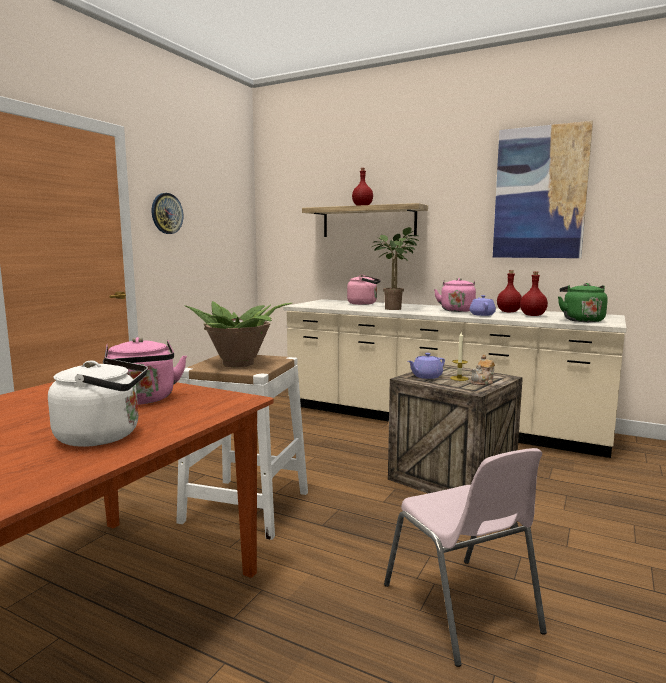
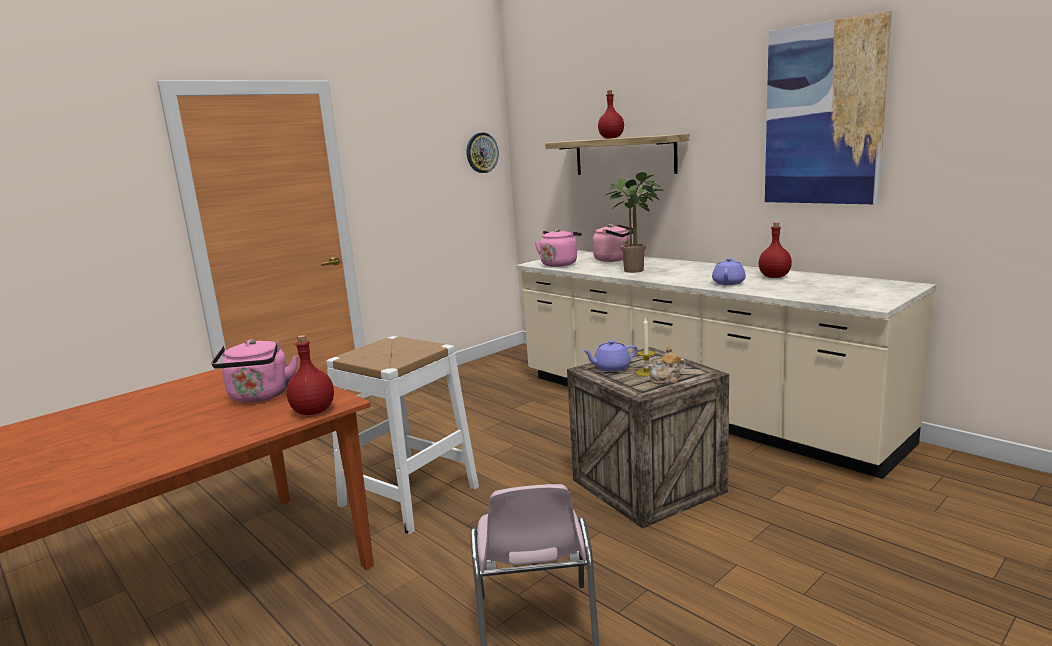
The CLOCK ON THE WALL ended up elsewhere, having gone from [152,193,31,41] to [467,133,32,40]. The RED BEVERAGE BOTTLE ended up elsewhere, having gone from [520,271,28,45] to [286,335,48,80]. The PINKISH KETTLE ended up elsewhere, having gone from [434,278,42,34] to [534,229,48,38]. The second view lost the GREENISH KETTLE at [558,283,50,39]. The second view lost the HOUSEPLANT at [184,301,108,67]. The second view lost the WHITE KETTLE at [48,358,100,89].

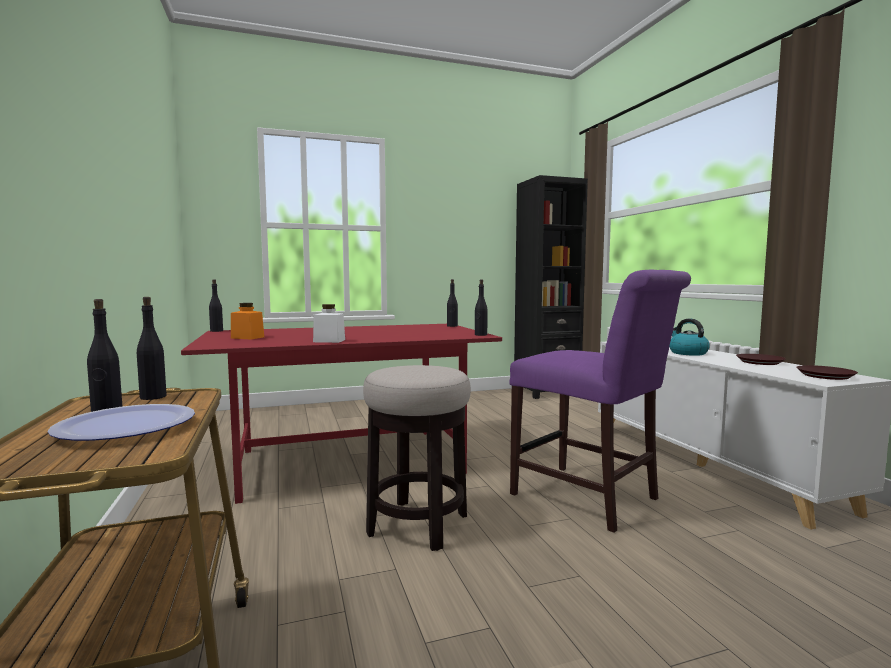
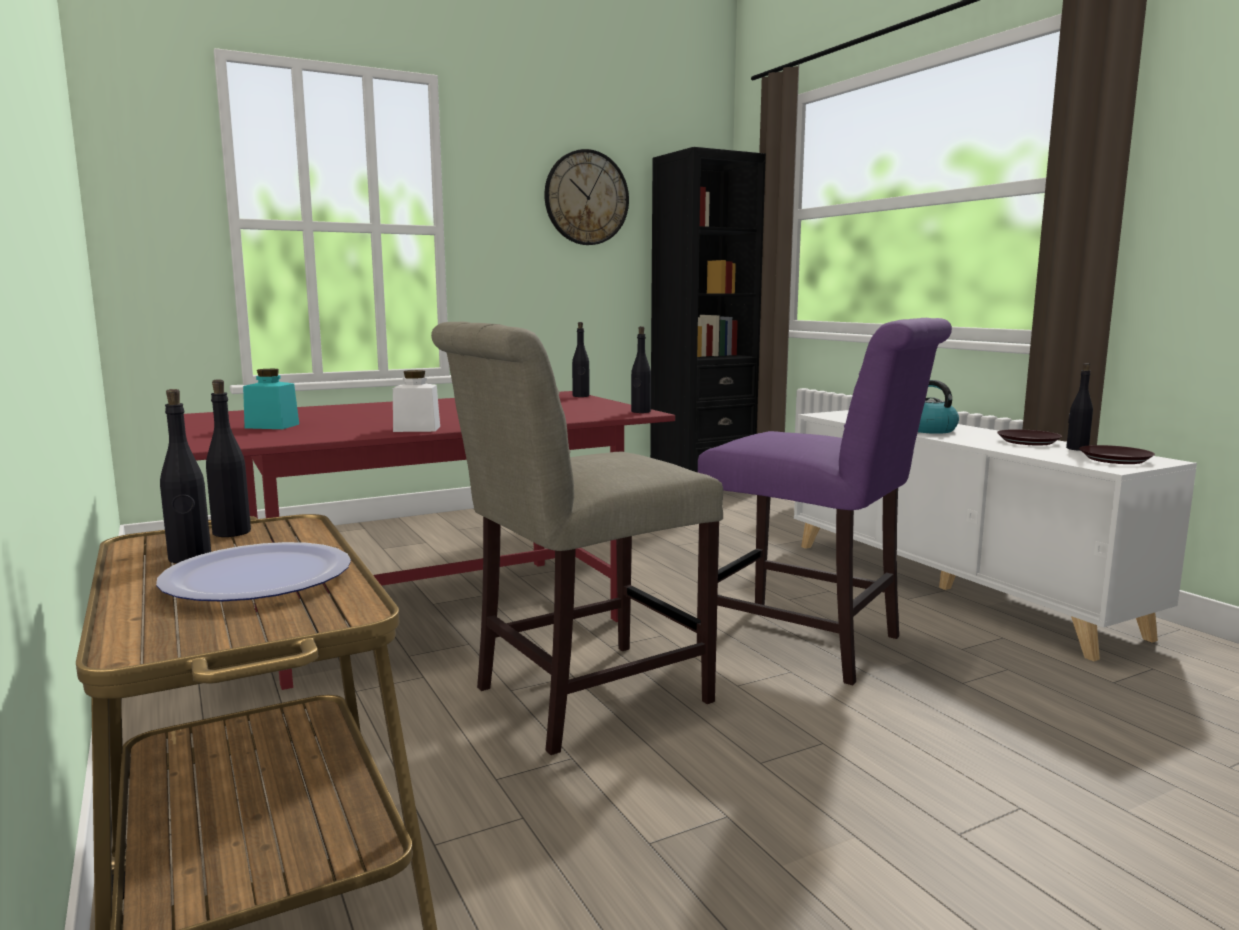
The BLACKISH BEVERAGE BOTTLE ended up elsewhere, having gone from [209,279,14,53] to [1066,363,27,88]. What was the ORANGE-COLOURED STORAGE JAR at [231,303,33,36] turned into the TURQUOISE-COLOURED STORAGE JAR at [243,369,56,60]. Where the STOOL stood at [363,365,108,186], the SAND-COLOURED UPRIGHT CHAIR came to stand at [431,322,292,433]. The second view gained the CLOCK ON THE WALL at [544,149,85,96].

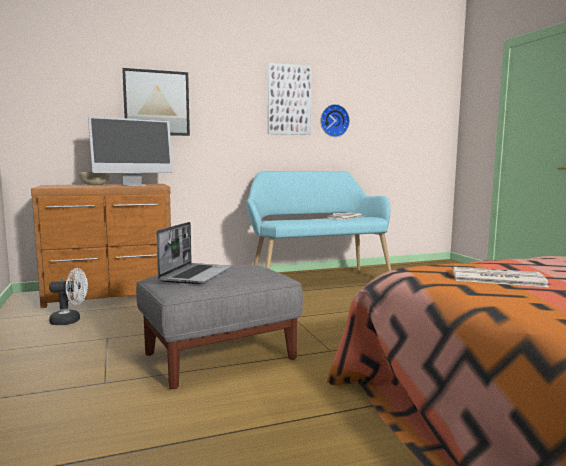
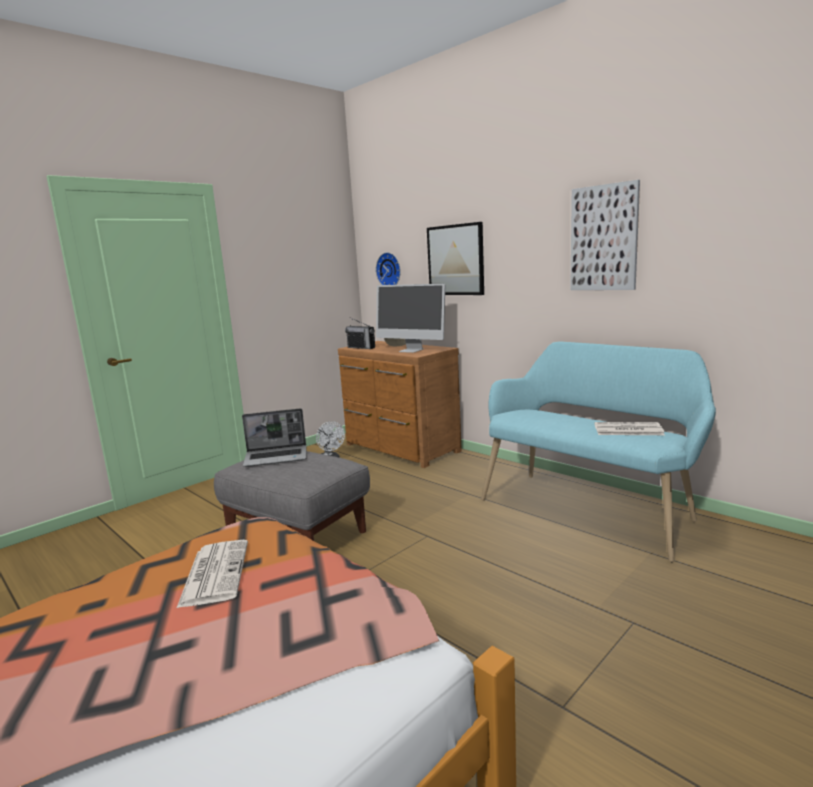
The CLOCK ON THE WALL ended up elsewhere, having gone from [320,104,30,33] to [376,252,25,33]. The second view gained the RADIO RECEIVER at [345,317,30,32].

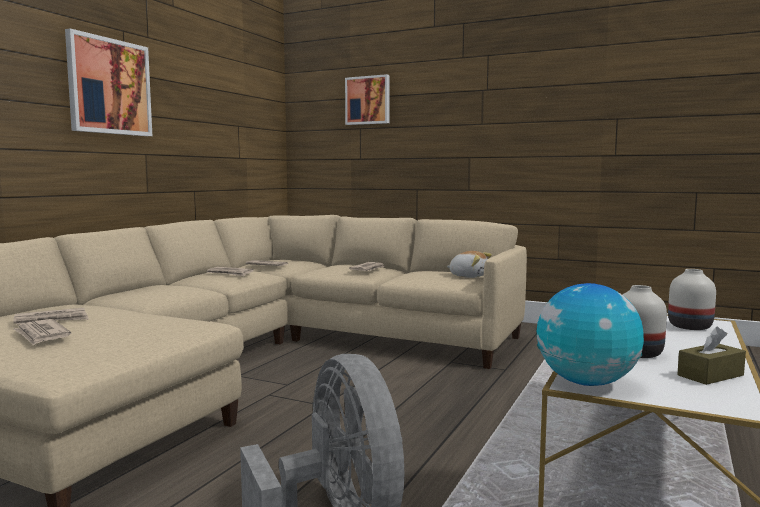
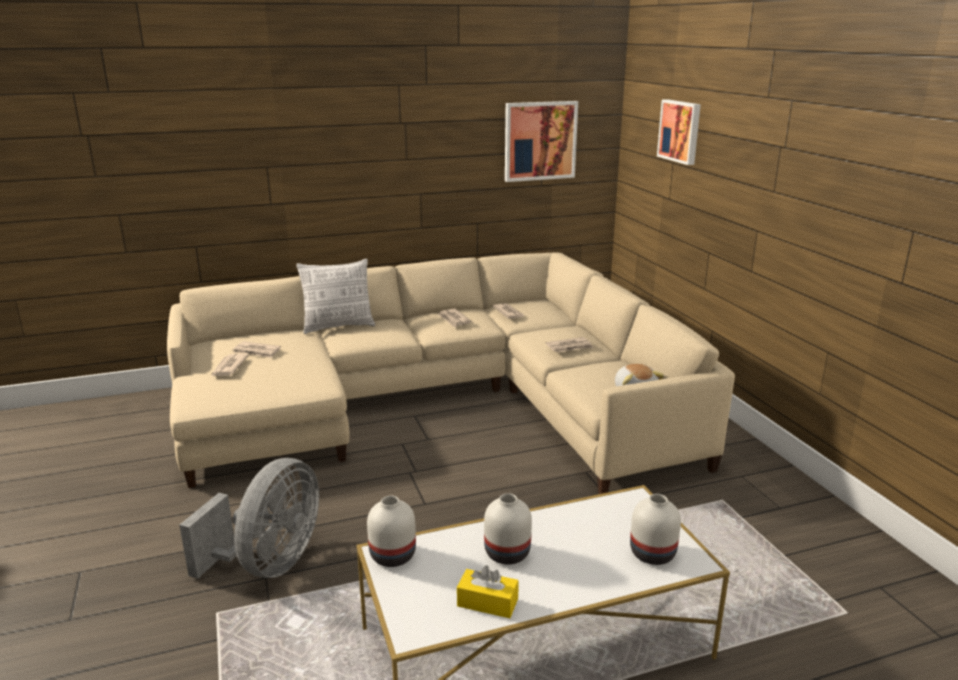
The WALL PICTURE ended up elsewhere, having gone from [65,28,87,108] to [505,101,73,81]. Where the DESK GLOBE stood at [537,283,107,103], the WHITE VASE came to stand at [367,496,49,71]. What was the BROWN-COLOURED BOX OF TISSUES at [677,326,69,59] turned into the YELLOW-COLOURED BOX OF TISSUES at [457,566,62,52]. The second view gained the CUSHION at [296,259,79,75].

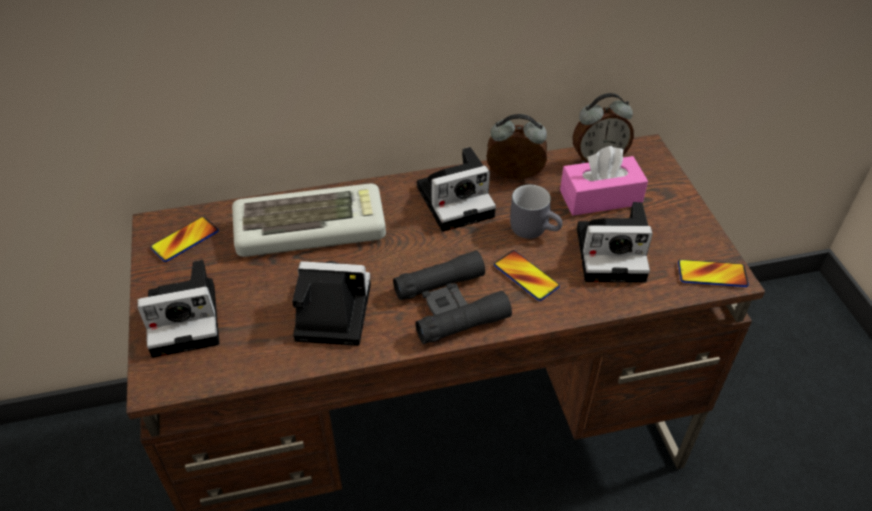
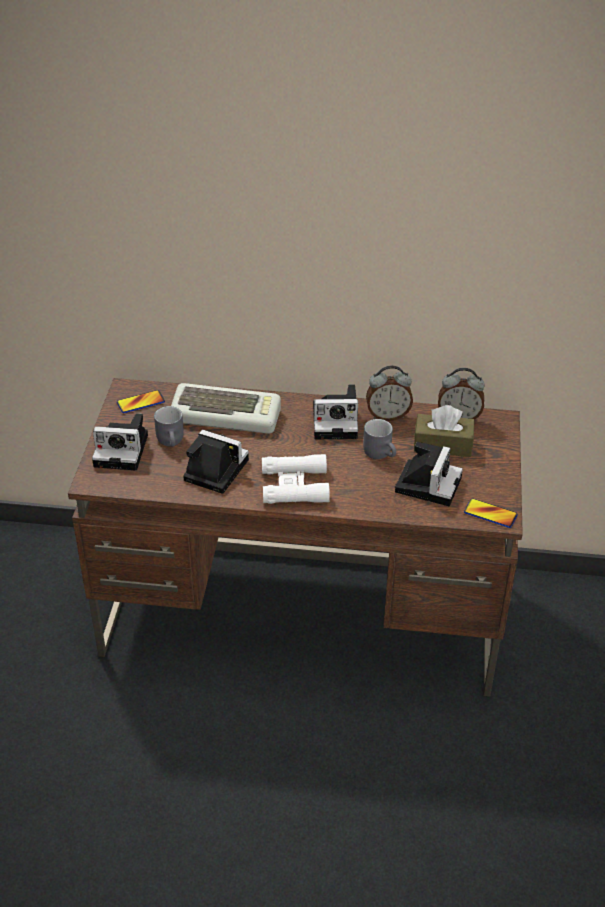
The ALARM CLOCK at [486,114,61,65] ended up facing another way, 150 degrees clockwise from before. What was the PINKISH BOX OF TISSUES at [560,146,88,70] turned into the BROWN-COLOURED BOX OF TISSUES at [414,405,61,52]. The STILL CAMERA at [577,202,76,80] ended up facing another way, 90 degrees counterclockwise from before. What was the BLACKISH FIELD GLASSES at [393,250,119,94] turned into the WHITE FIELD GLASSES at [262,454,68,50]. The second view lost the HANDSET at [494,250,66,51]. The second view gained the GREYISH MUG at [154,406,30,41].

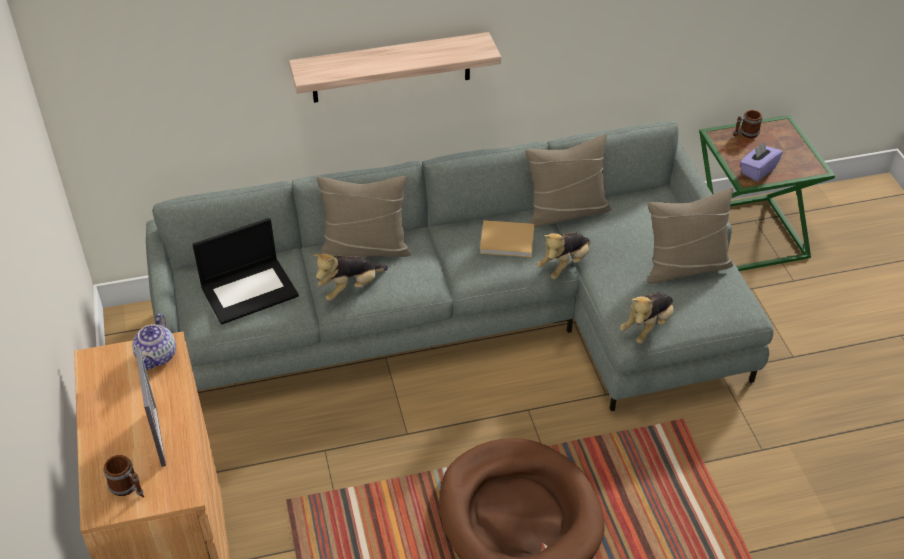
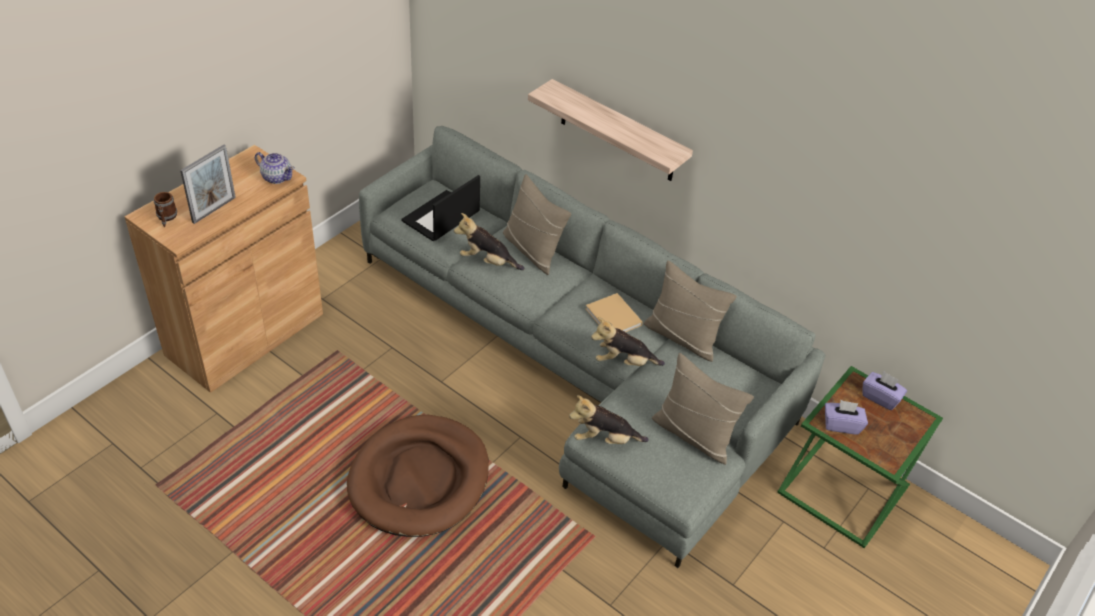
Where the MUG stood at [733,110,29,28], the PURPLISH BOX OF TISSUES came to stand at [863,371,44,39]. The NOTEBOOK COMPUTER at [192,218,107,107] ended up facing another way, 105 degrees clockwise from before. The TEA POT at [132,314,44,56] ended up facing another way, 120 degrees counterclockwise from before.

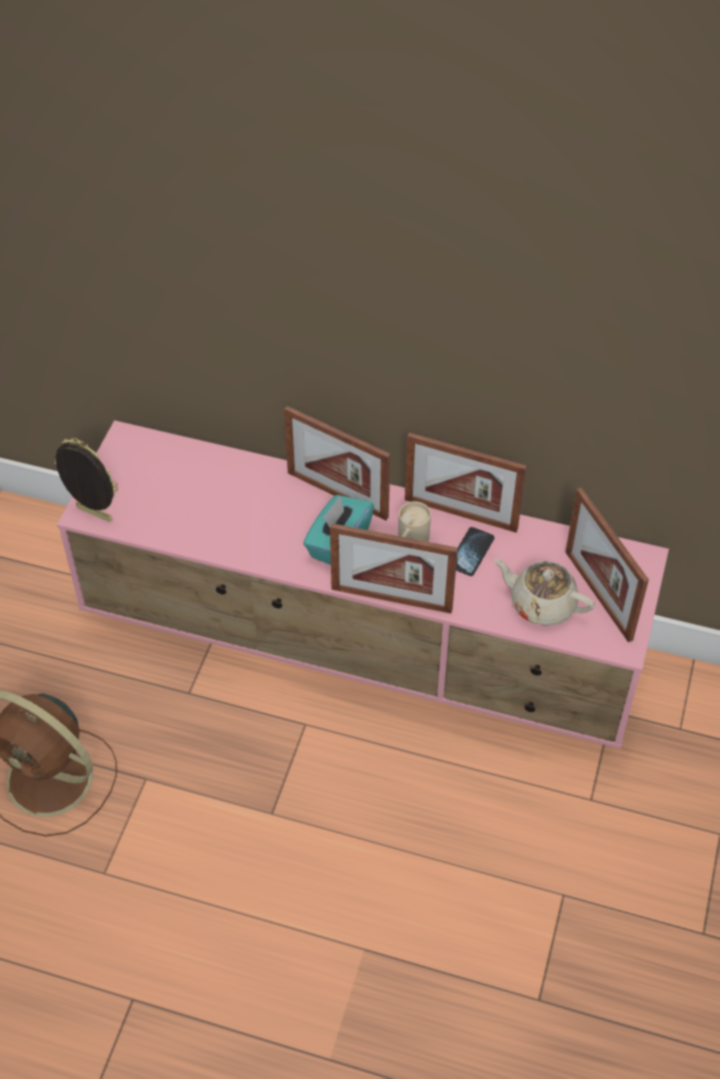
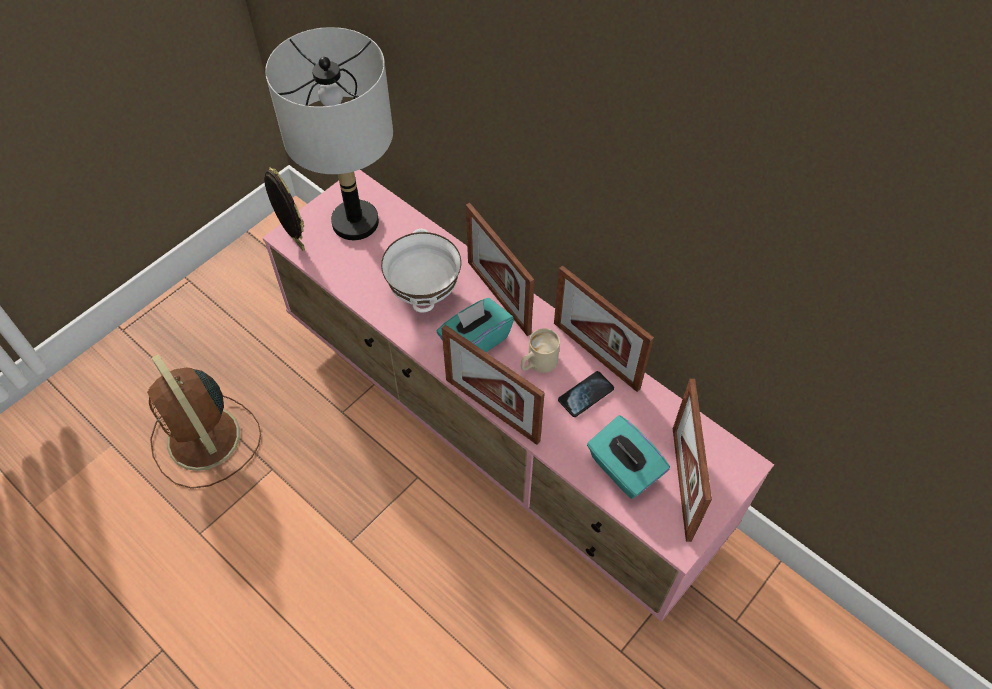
Where the SAND-COLOURED TEA POT stood at [494,559,101,67], the TURQUOISE-COLOURED BOX OF TISSUES came to stand at [587,415,83,84]. The second view gained the GREYISH LAMP FOR A TABLE at [265,27,128,213]. The second view gained the WHITE SERVING BOWL at [381,229,80,84].

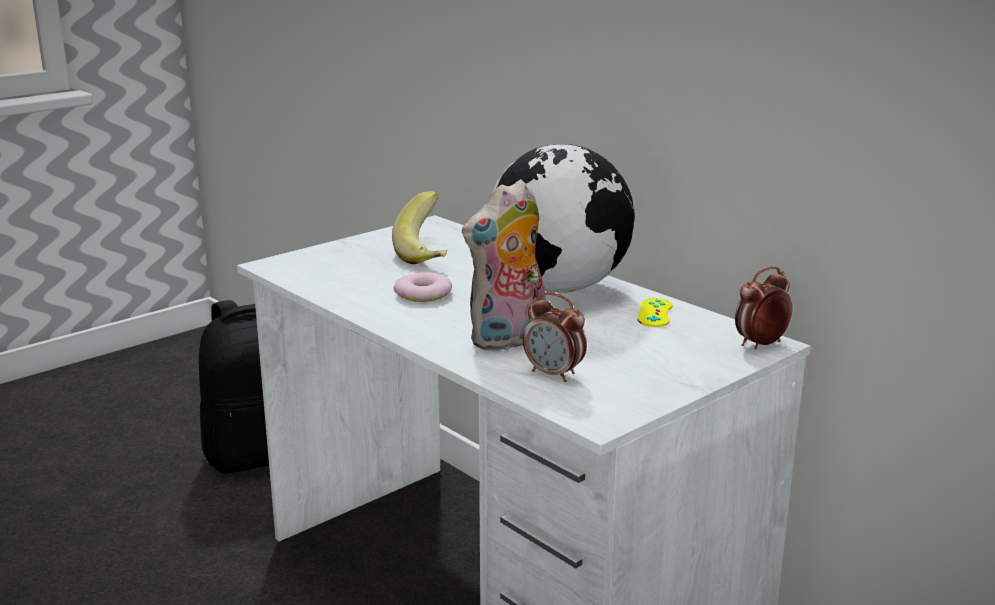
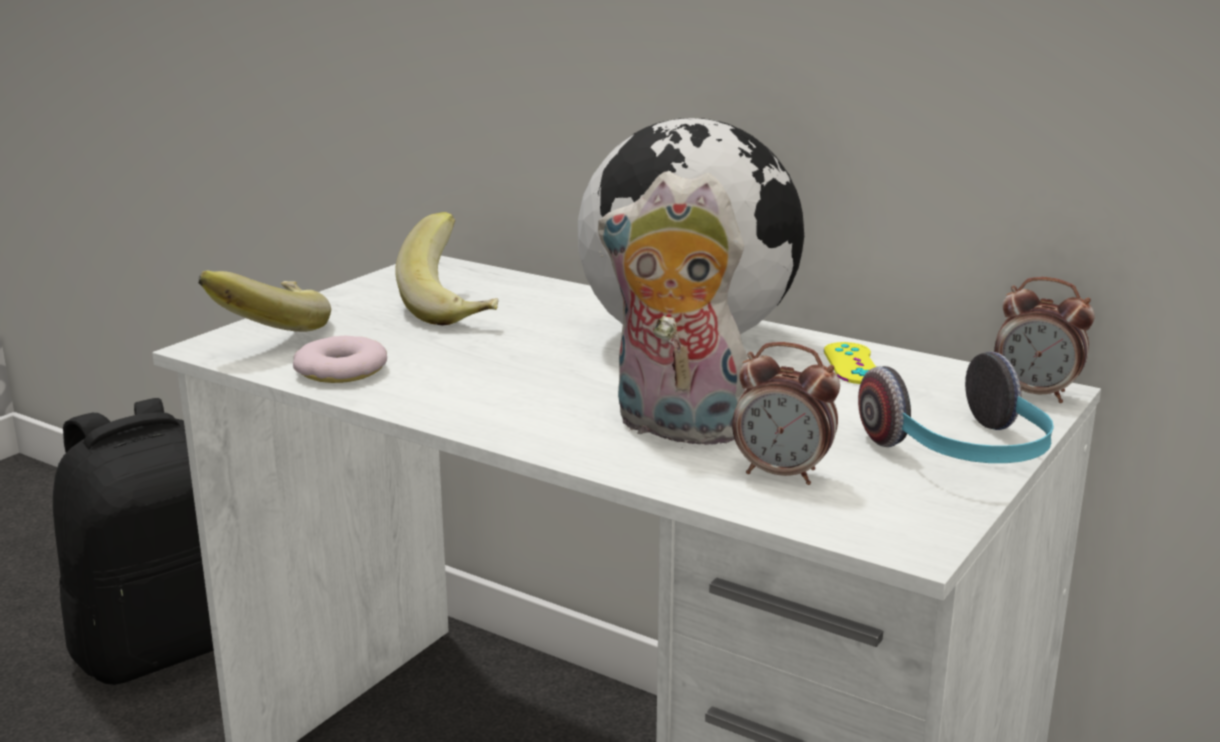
The CUDDLY TOY at [462,179,84,172] ended up facing another way, 75 degrees clockwise from before. The ALARM CLOCK at [735,267,57,82] ended up facing another way, 105 degrees counterclockwise from before. The DONUT ended up elsewhere, having gone from [393,272,59,30] to [293,336,94,47]. The second view gained the WHOLE BANANA at [198,271,133,61]. The second view gained the HEADSET at [858,352,196,111].

